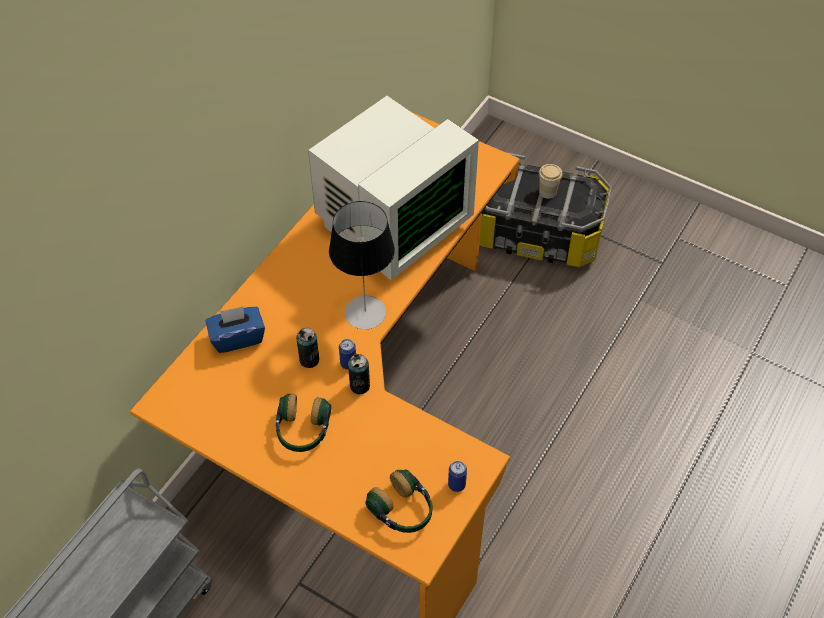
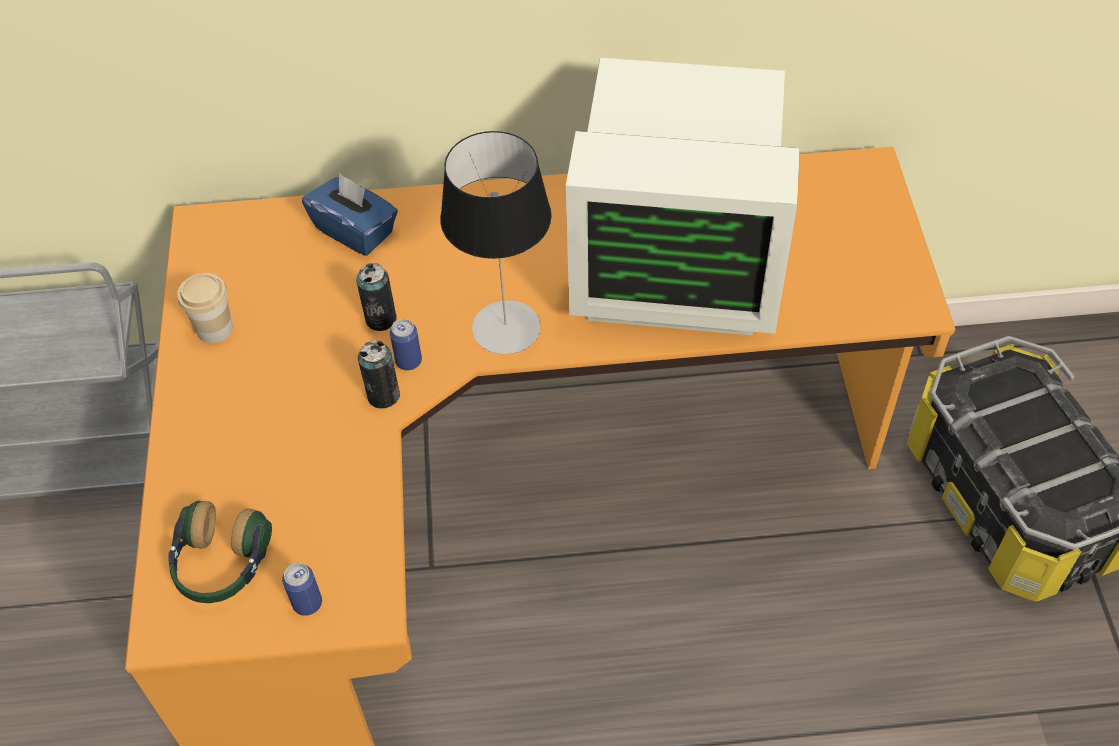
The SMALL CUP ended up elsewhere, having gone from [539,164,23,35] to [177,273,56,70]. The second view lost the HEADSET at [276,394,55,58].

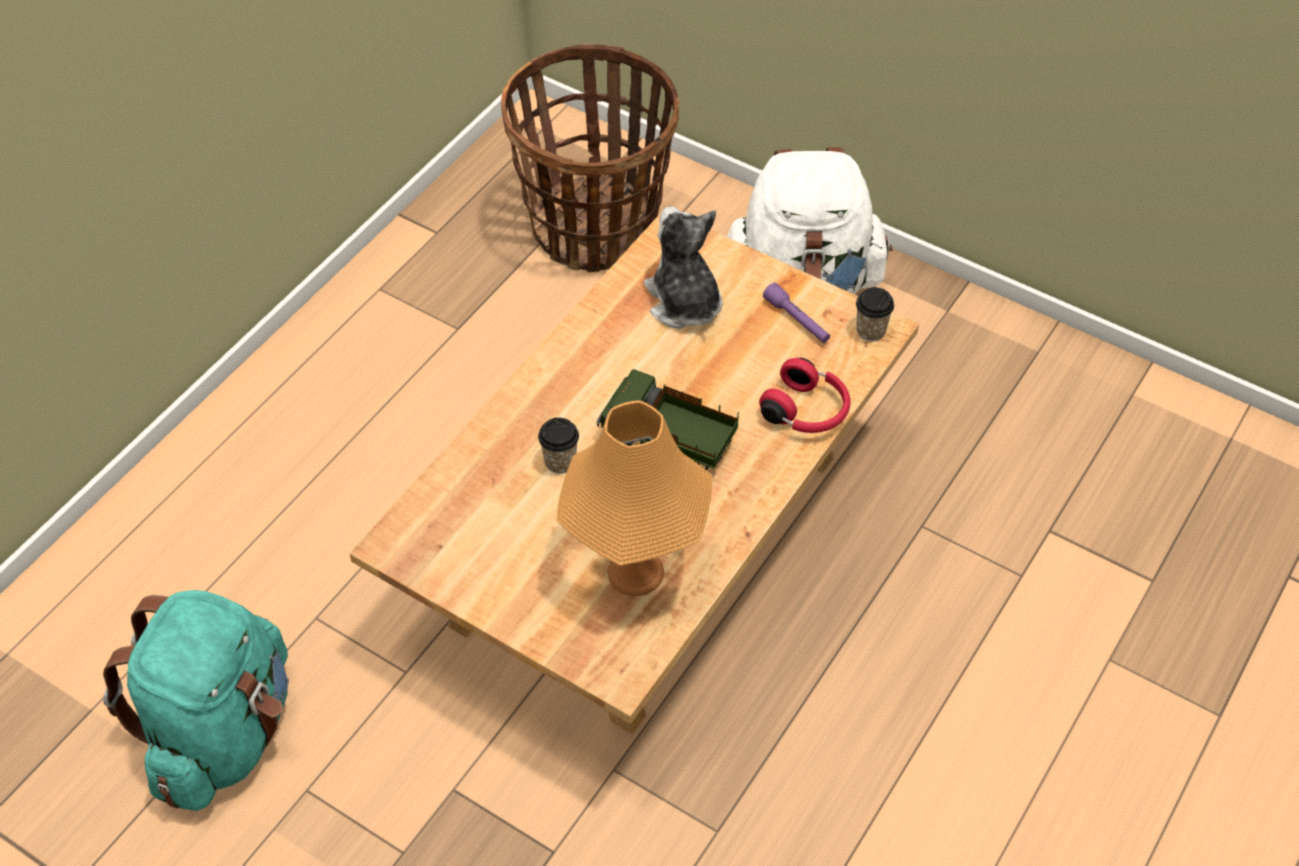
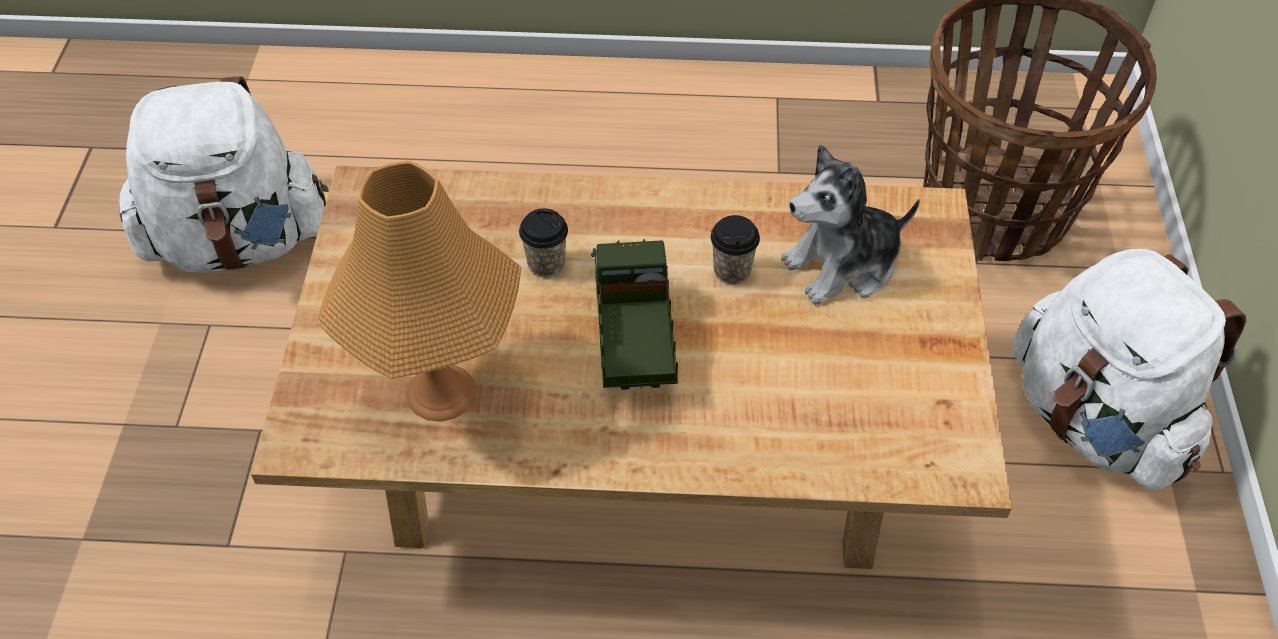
The CUDDLY TOY at [644,206,79,123] ended up facing another way, 150 degrees counterclockwise from before. The second view lost the PURPLISH TORCH at [763,283,67,60]. The SMALL CUP ended up elsewhere, having gone from [856,287,38,55] to [711,215,49,69]. The second view lost the RED HEADSET at [759,358,92,75]. What was the TURQUOISE-COLOURED RUCKSACK at [103,590,186,221] turned into the WHITE RUCKSACK at [119,76,210,197].

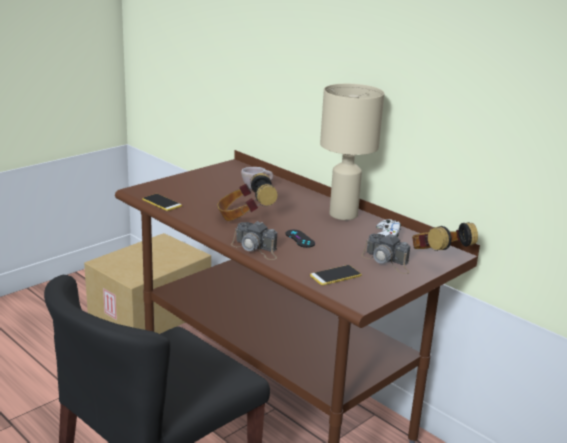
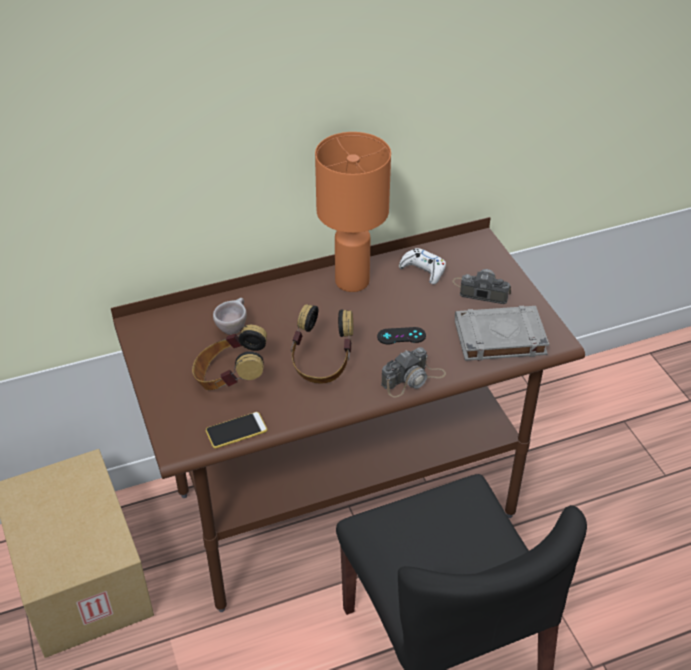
What was the SAND-COLOURED LAMP FOR A TABLE at [320,84,64,136] turned into the ORANGE-COLOURED LAMP FOR A TABLE at [315,132,76,160]. The HEADSET ended up elsewhere, having gone from [412,222,66,29] to [192,324,75,66]. The STILL CAMERA at [361,233,49,41] ended up facing another way, 135 degrees counterclockwise from before. Where the HANDSET stood at [310,265,52,20], the GREYISH BOUND BOOK came to stand at [455,306,94,55].

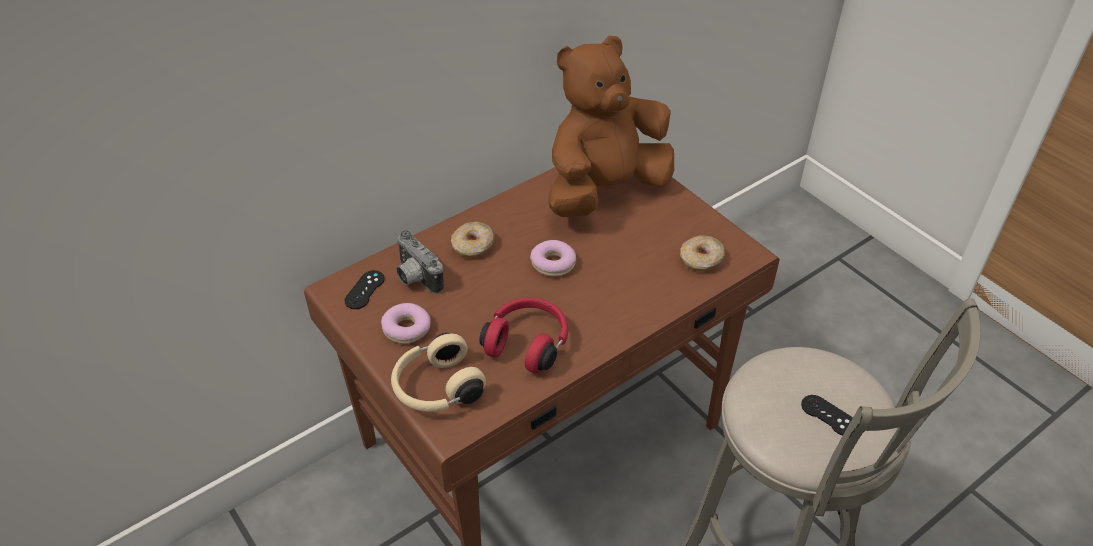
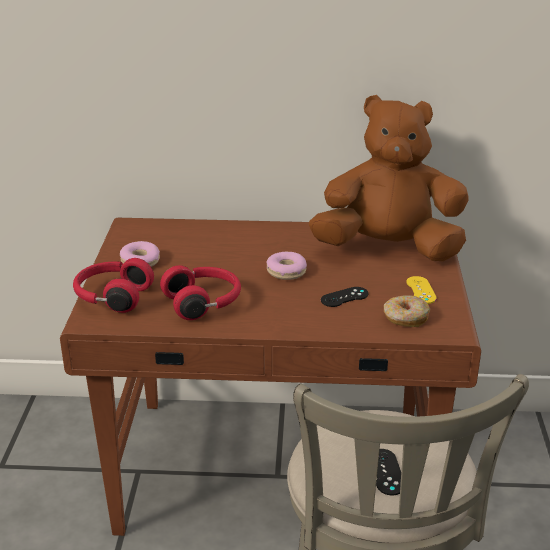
The second view lost the DONUT at [451,222,44,36]. The second view lost the STILL CAMERA at [396,230,48,64]. The BLACKISH GAMEPAD ended up elsewhere, having gone from [344,270,41,39] to [321,287,47,20]. What was the SAND-COLOURED HEADSET at [391,333,95,79] turned into the RED HEADSET at [73,258,81,55]. The second view gained the YELLOW-COLOURED GAMEPAD at [406,276,31,28].

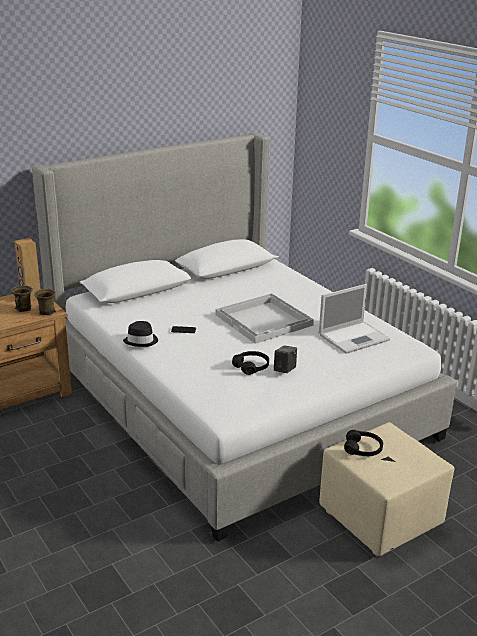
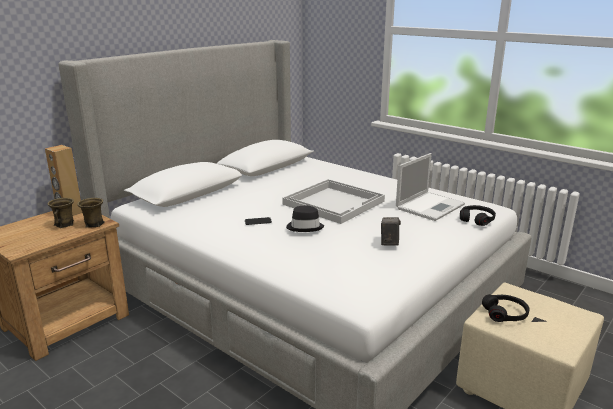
The BLACKISH CLOTHING HAT ended up elsewhere, having gone from [123,321,35,26] to [286,206,38,26]. The BLACKISH HEADSET ended up elsewhere, having gone from [232,351,37,24] to [460,205,36,21].

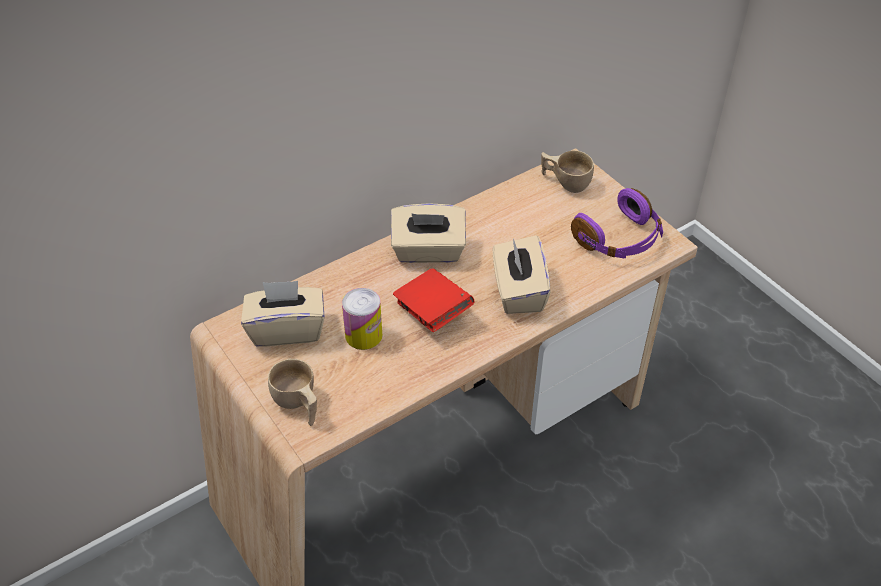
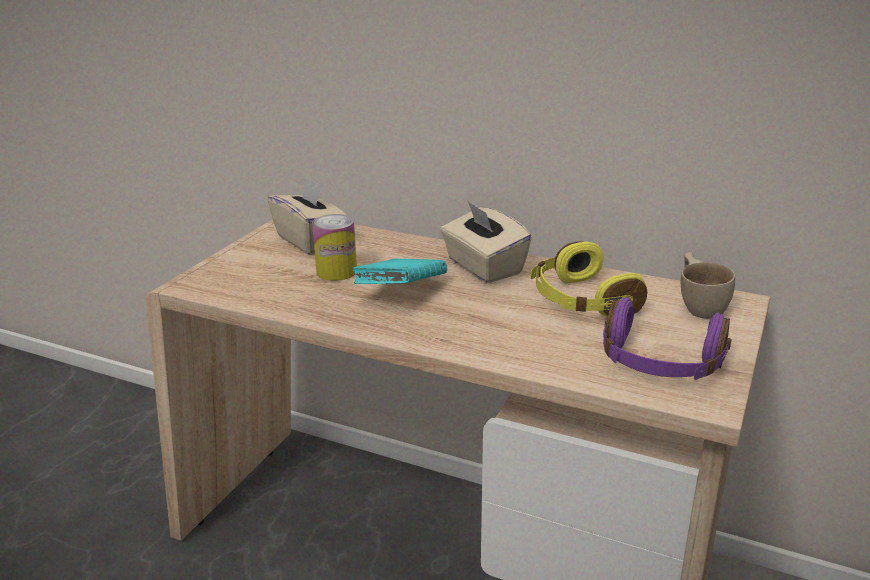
The second view lost the SAND-COLOURED BOX OF TISSUES at [493,235,58,79]. What was the RED BOUND BOOK at [393,268,82,64] turned into the TURQUOISE-COLOURED BOUND BOOK at [352,258,95,26]. The second view lost the SAND-COLOURED SMALL CUP at [268,359,49,67]. The second view gained the YELLOW-COLOURED HEADSET at [531,241,116,75].

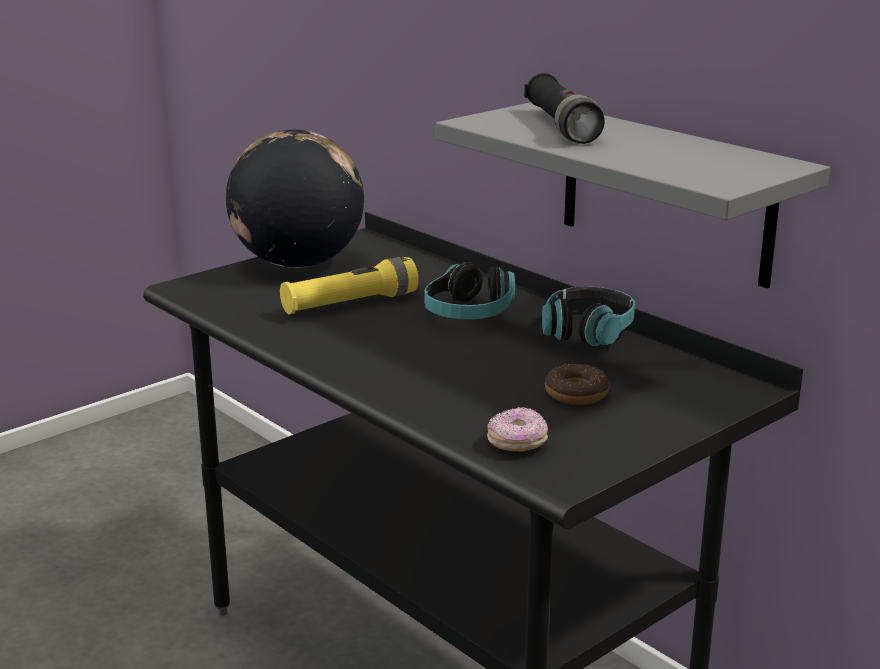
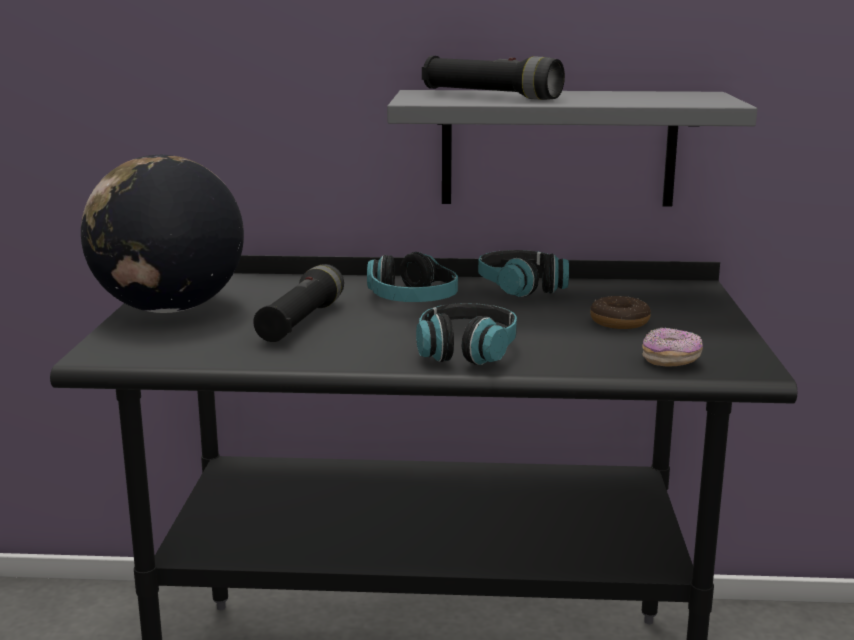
What was the YELLOW-COLOURED TORCH at [280,257,139,57] turned into the BLACKISH TORCH at [253,264,91,78]. The second view gained the HEADSET at [416,303,101,62].

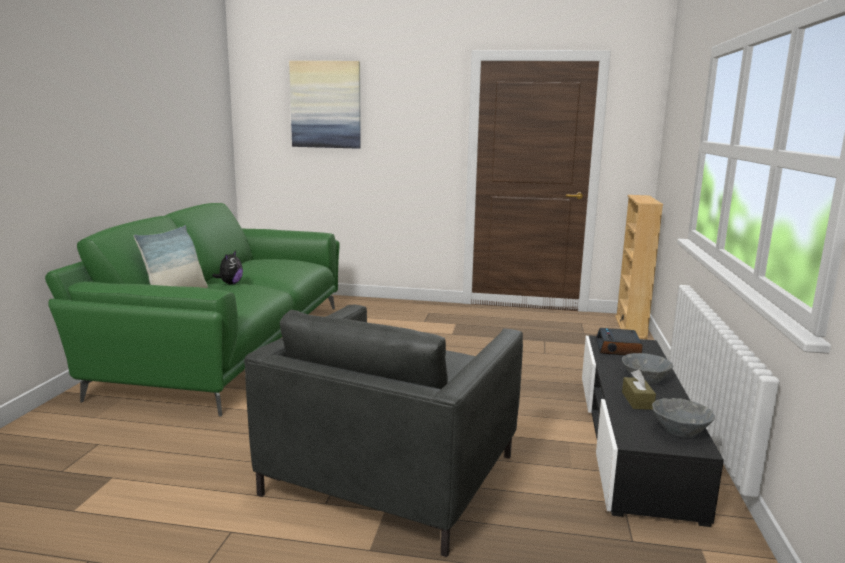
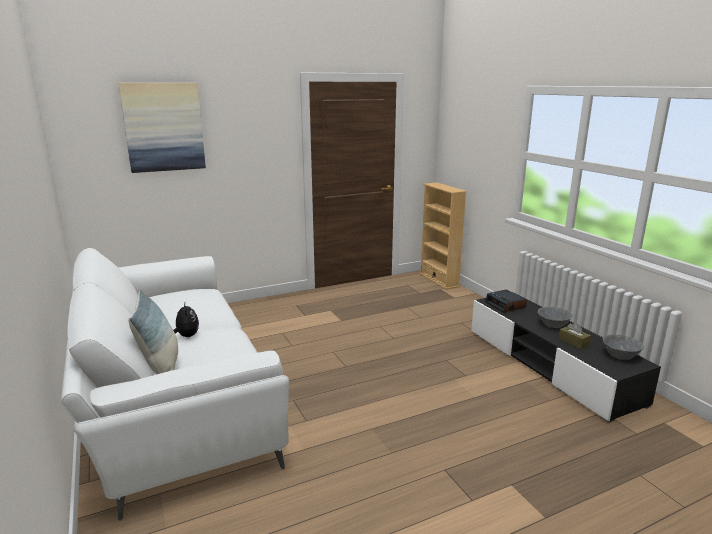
What was the GREENISH SOFA at [45,203,295,214] turned into the WHITE SOFA at [61,248,228,273]. The second view lost the GREYISH ARMCHAIR at [244,305,279,252].

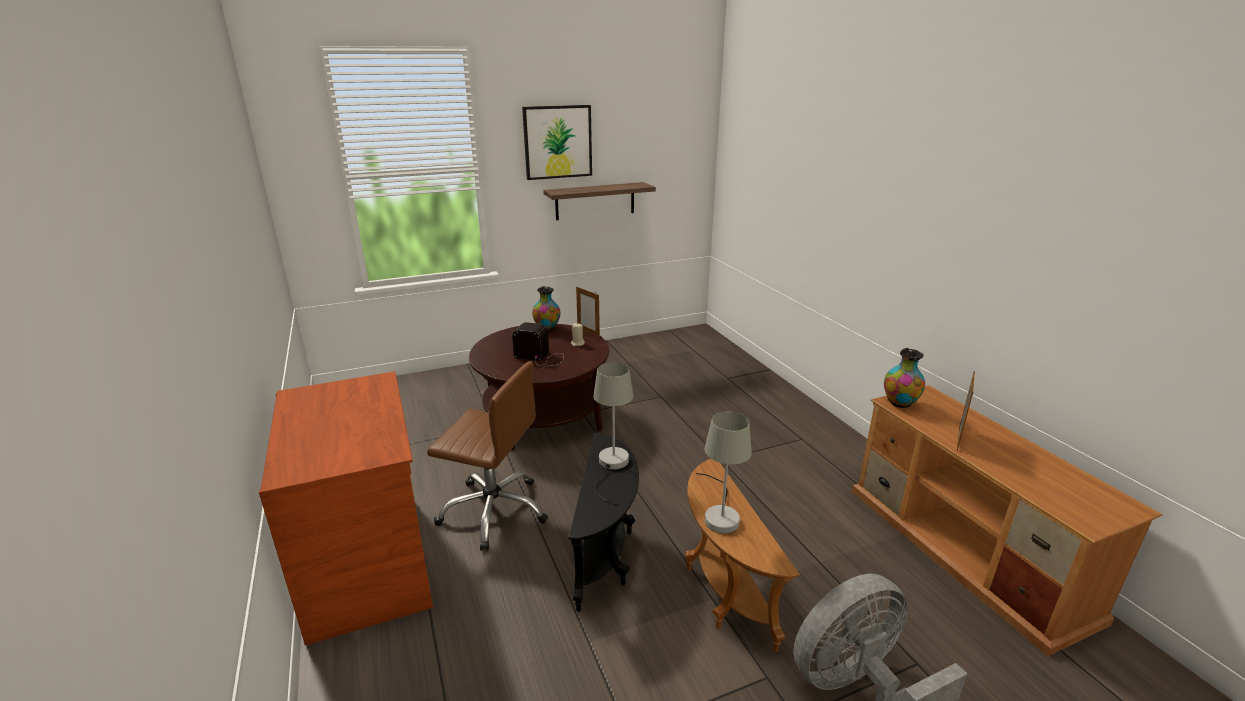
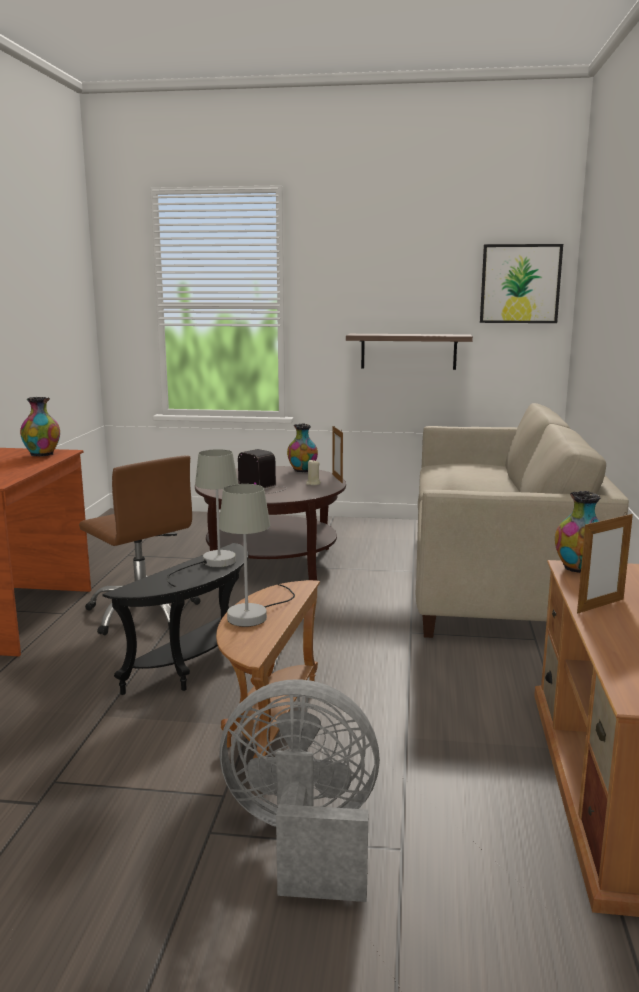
The WALL PICTURE ended up elsewhere, having gone from [522,105,70,75] to [480,244,83,79]. The second view gained the VASE at [20,397,40,60]. The second view gained the SAND-COLOURED SOFA at [415,403,214,235].

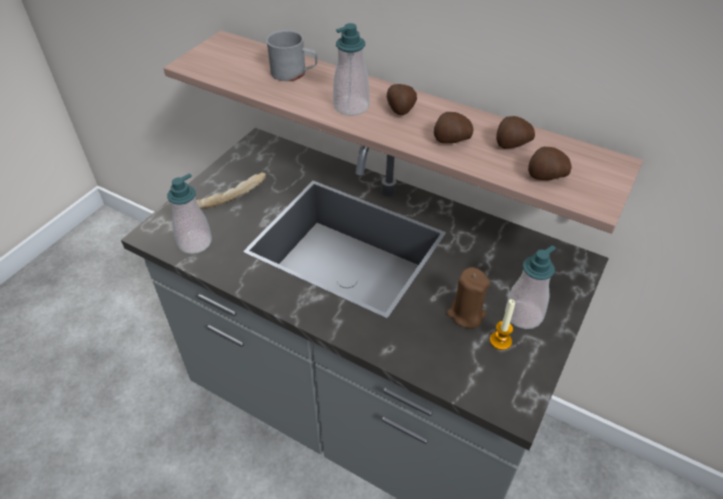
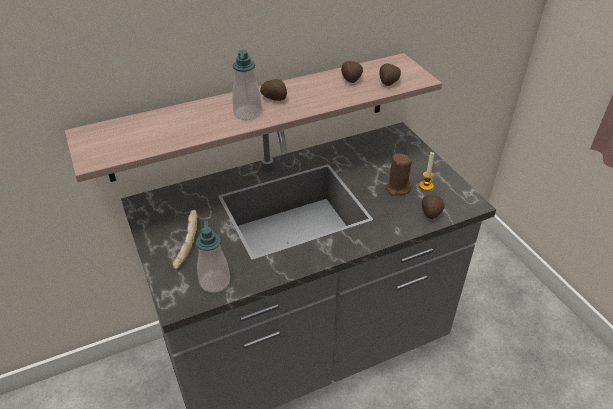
The second view lost the GREYISH MUG at [266,30,51,51]. The WHOLE POTATO ended up elsewhere, having gone from [434,112,40,31] to [422,195,22,24]. The second view lost the LIQUID SOAP BOTTLE at [505,246,51,83].

